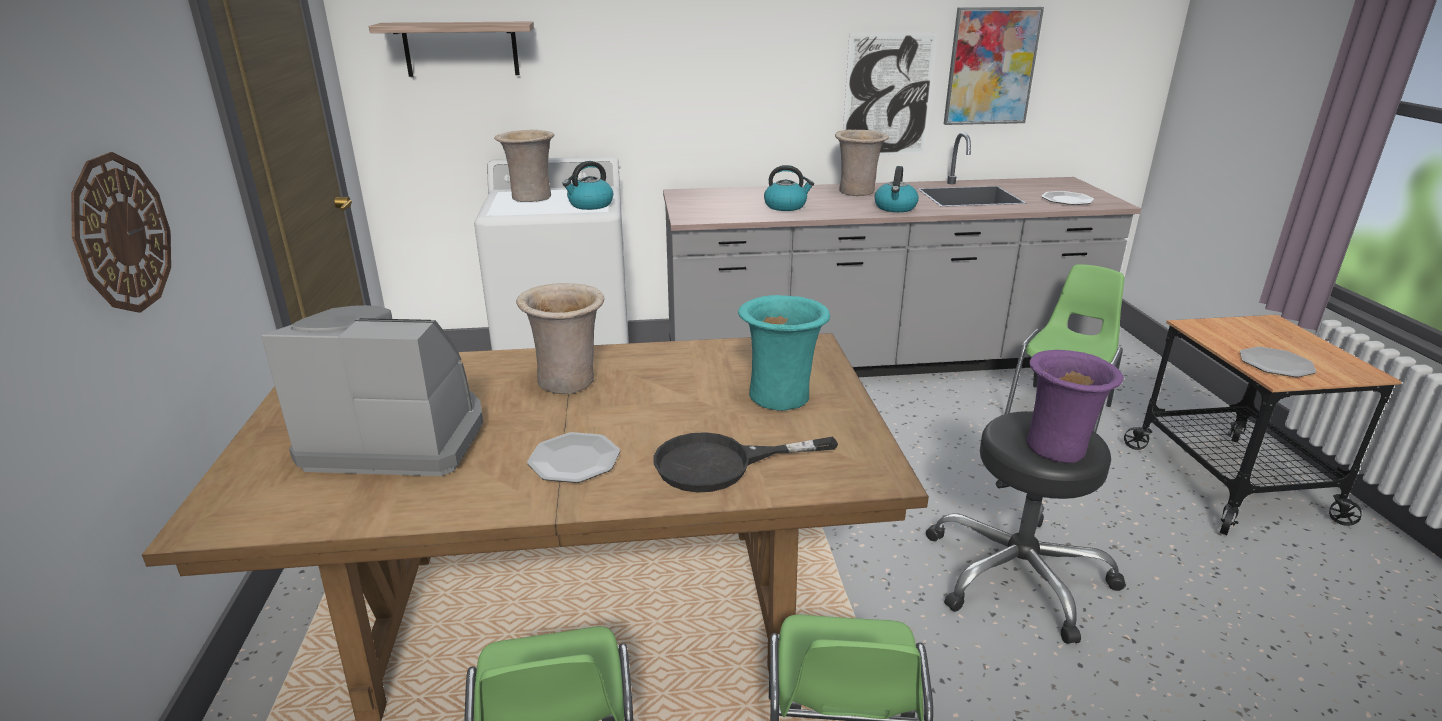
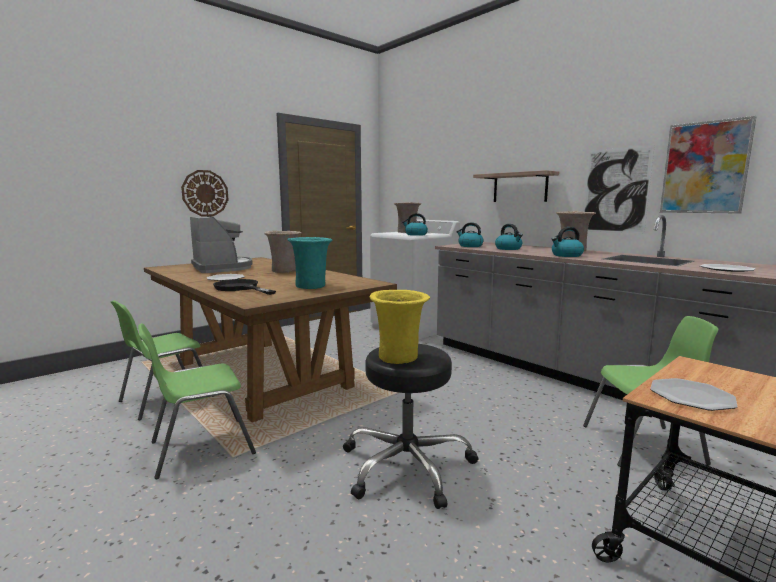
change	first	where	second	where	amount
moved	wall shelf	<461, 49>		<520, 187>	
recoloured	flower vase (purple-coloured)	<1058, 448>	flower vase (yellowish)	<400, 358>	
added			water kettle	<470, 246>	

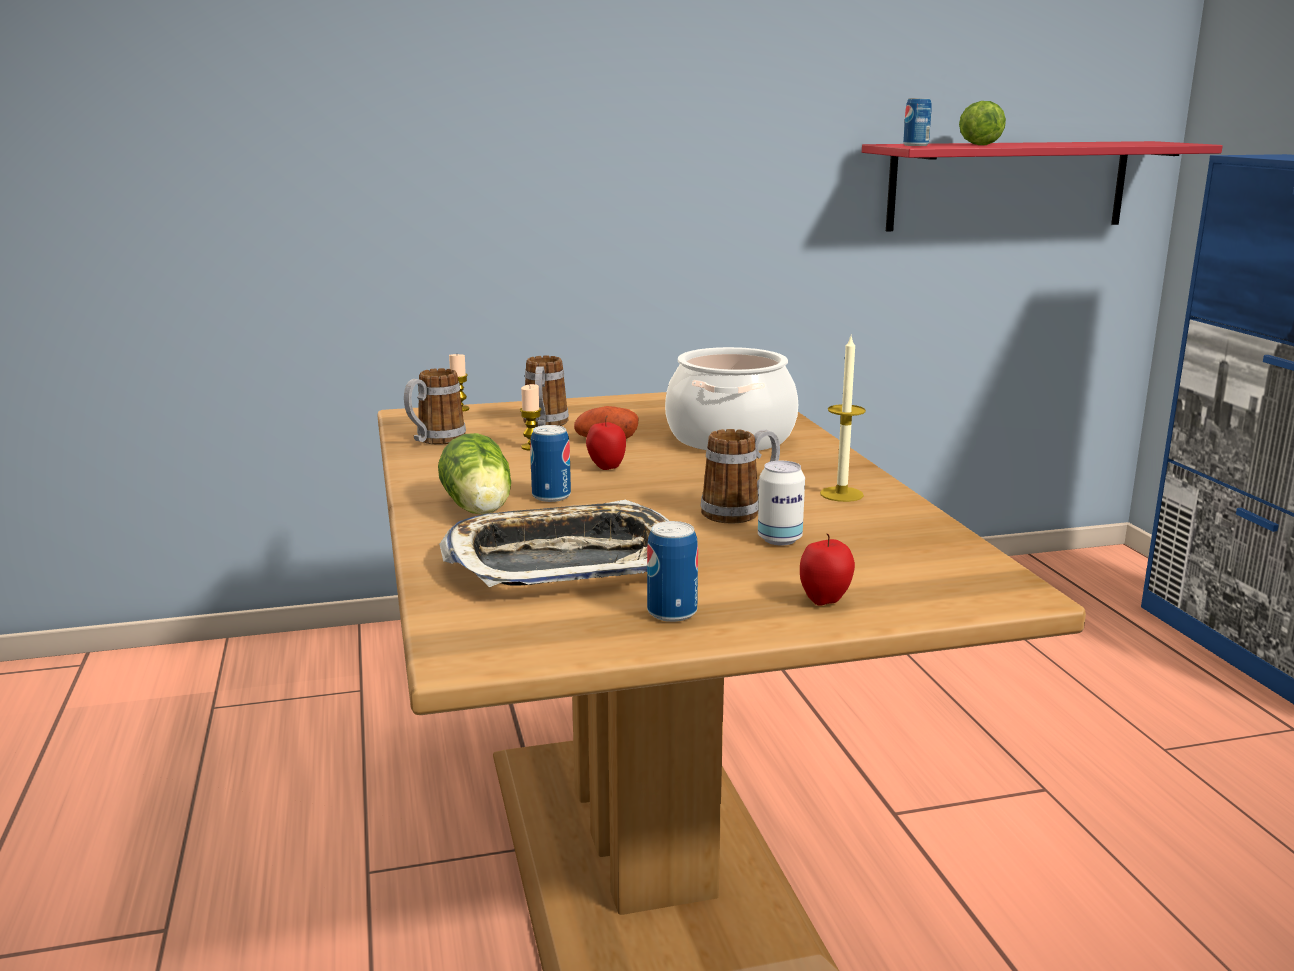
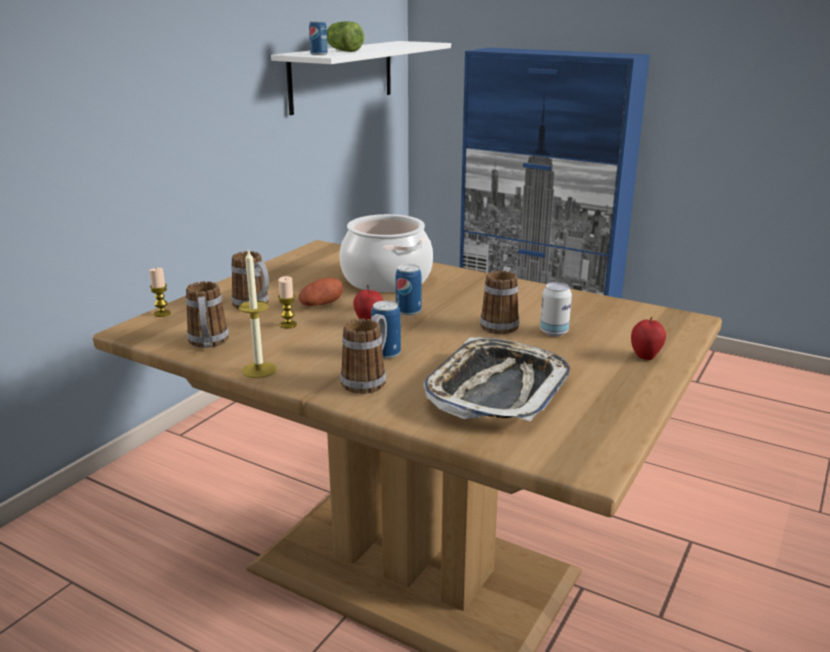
change	first	where	second	where	amount
replaced	lettuce	<479, 510>	tea mug	<368, 379>	
moved	can	<672, 612>		<408, 311>	
moved	candle	<841, 494>		<259, 370>	
recoloured	wall shelf (red)	<1008, 185>	wall shelf (white-coloured)	<342, 75>	

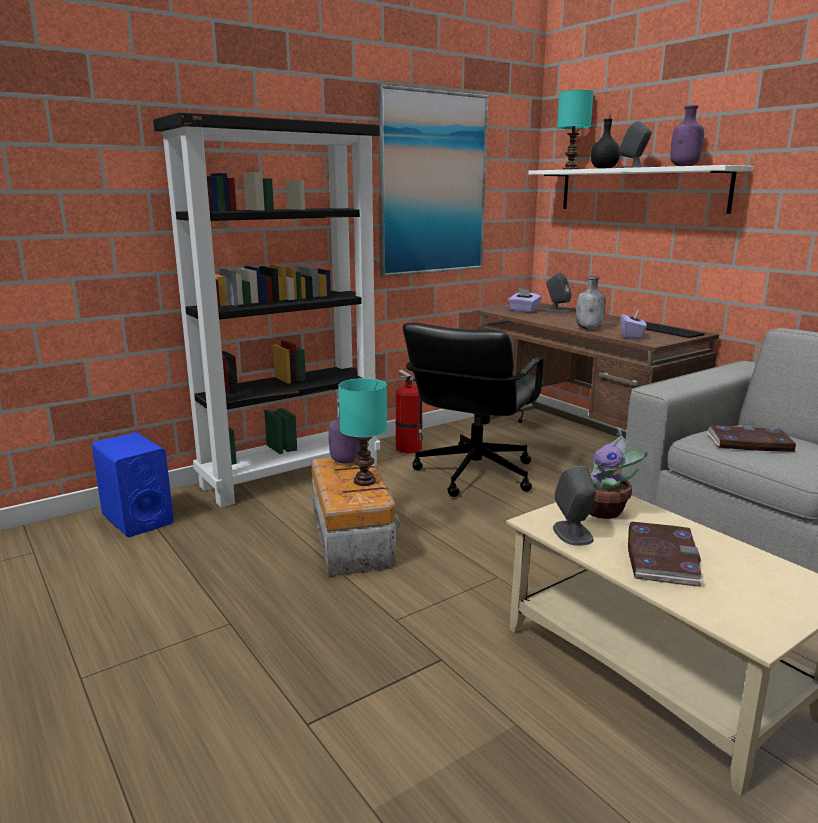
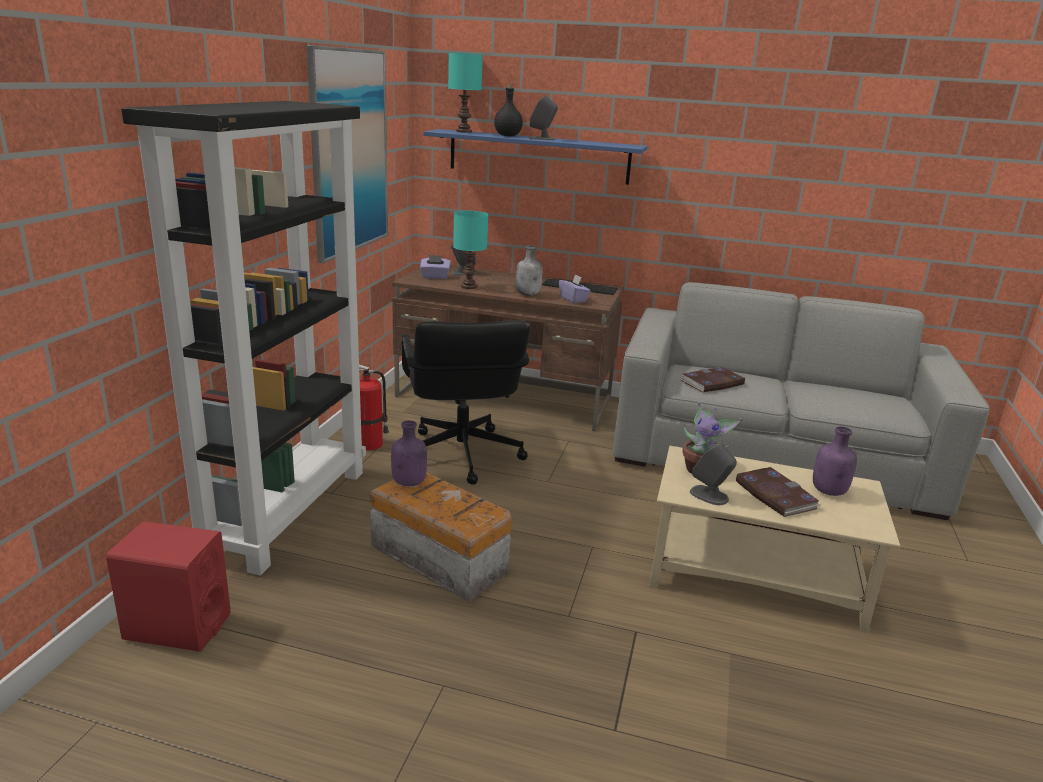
change	first	where	second	where	amount
recoloured	loudspeaker (blue)	<137, 519>	loudspeaker (red)	<177, 627>	
moved	tabletop lamp (blue-green)	<364, 481>		<468, 286>	
recoloured	wall shelf (white-coloured)	<640, 190>	wall shelf (blue)	<538, 156>	
moved	drink bottle (purple-coloured)	<685, 166>		<829, 491>	

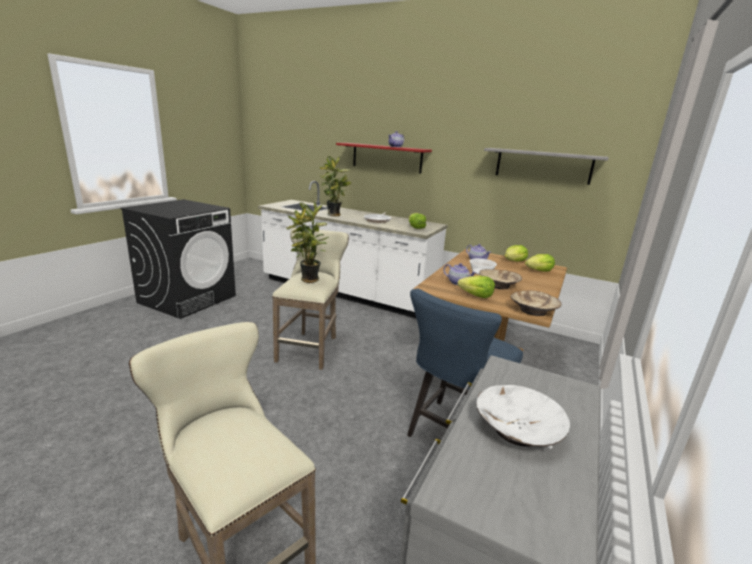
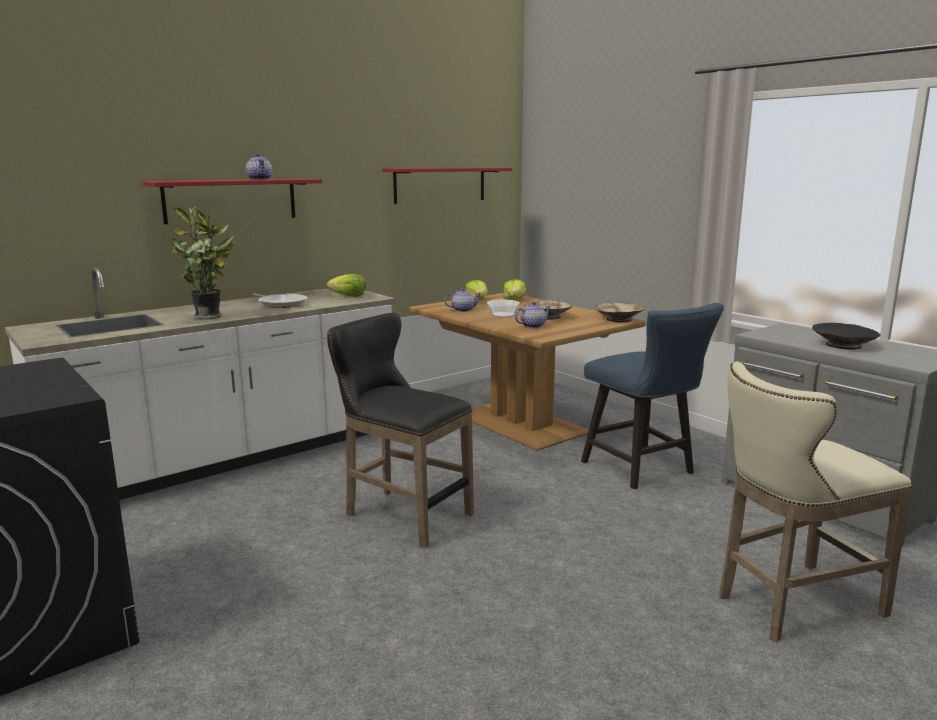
change	first	where	second	where	amount
recoloured	stool seat (beige)	<311, 347>	stool seat (black-coloured)	<401, 514>	
removed	potted plant	<308, 280>			
removed	lettuce	<476, 296>			
recoloured	deep dish (white-coloured)	<517, 429>	deep dish (black-coloured)	<843, 345>	
recoloured	wall shelf (greyish)	<543, 166>	wall shelf (red)	<440, 184>	

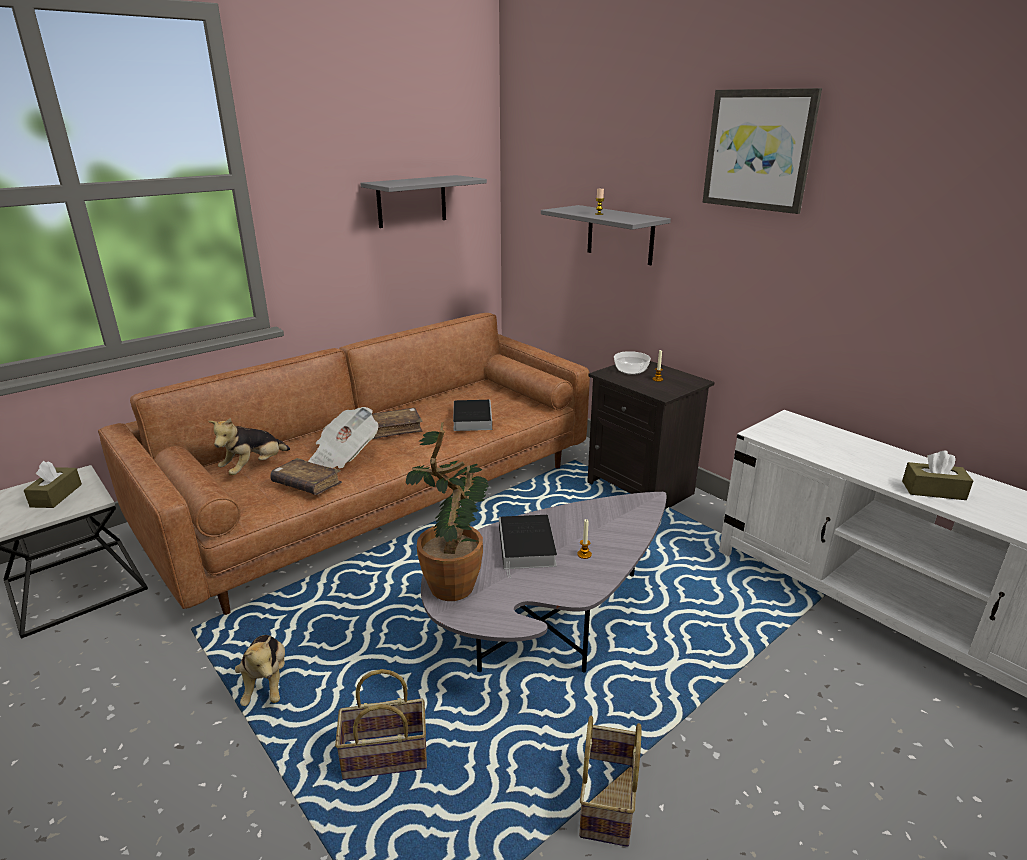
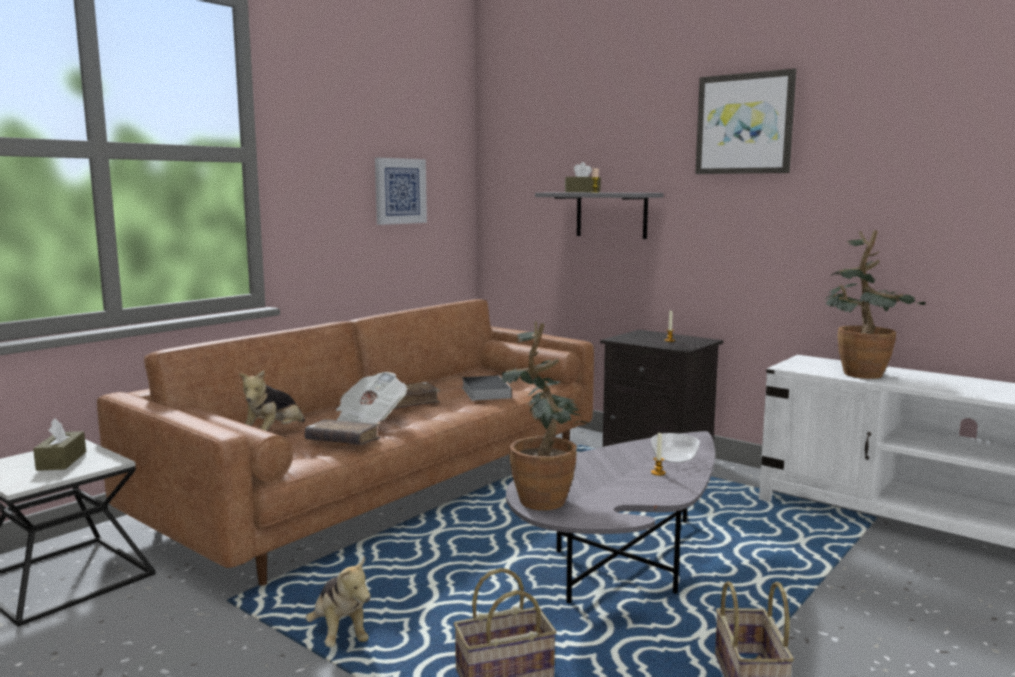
change	first	where	second	where	amount
replaced	wall shelf (greyish)	<411, 201>	picture	<400, 191>	
removed	volume	<527, 547>			
moved	deep dish	<631, 370>		<675, 458>	
moved	tissue box (brown)	<933, 490>		<582, 192>	
added			potted plant	<859, 372>	

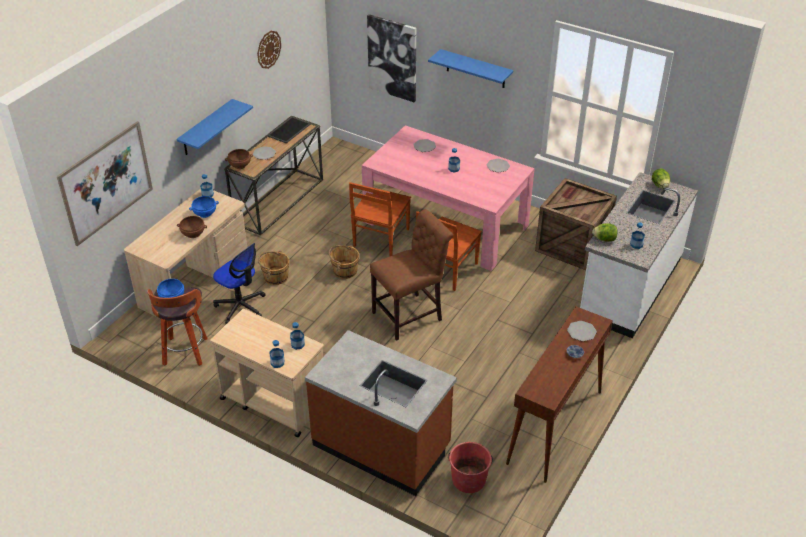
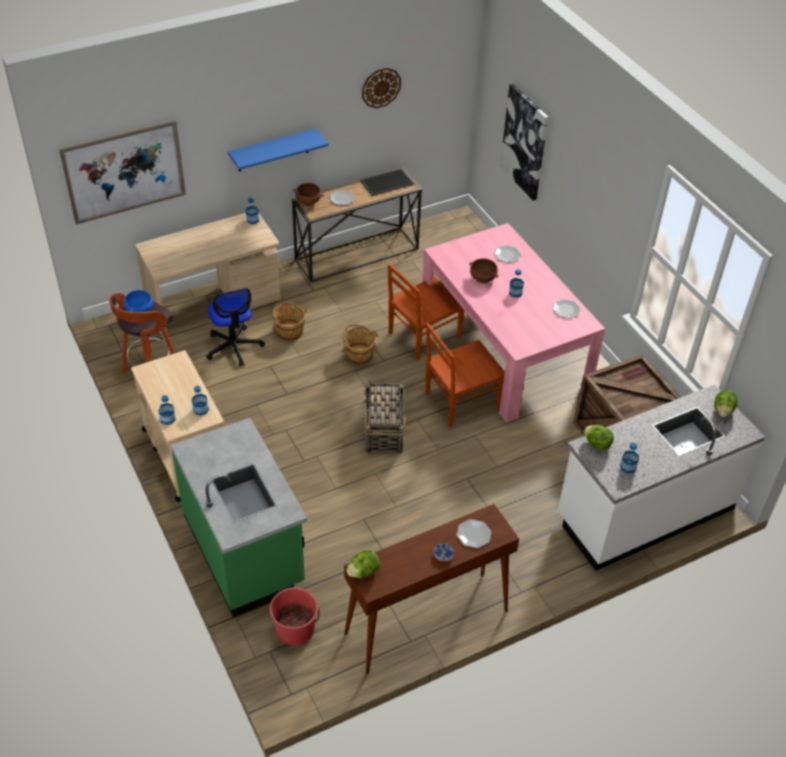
change	first	where	second	where	amount
moved	deep dish (brown)	<193, 233>		<483, 278>	
removed	deep dish (blue)	<205, 213>			
recoloured	counter (brown)	<382, 445>	counter (green)	<245, 550>	
replaced	chair (brown)	<410, 315>	storage basket	<383, 431>	
removed	wall shelf (blue)	<475, 69>			
added			lettuce	<363, 571>	

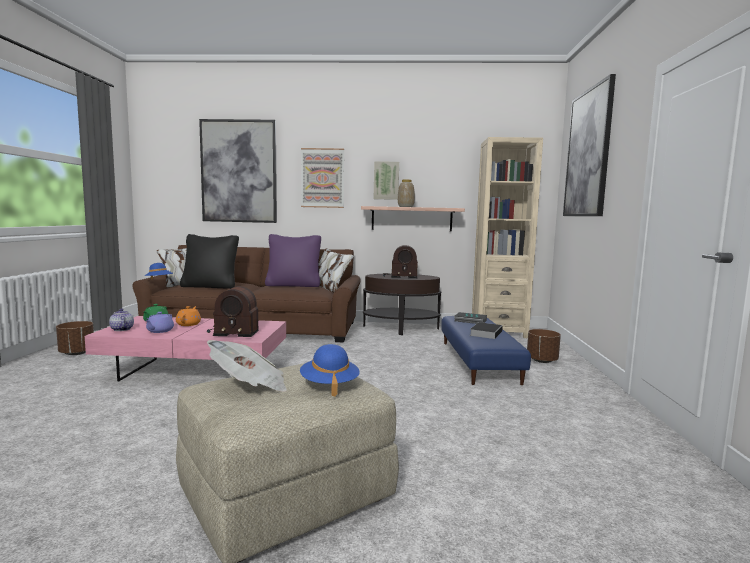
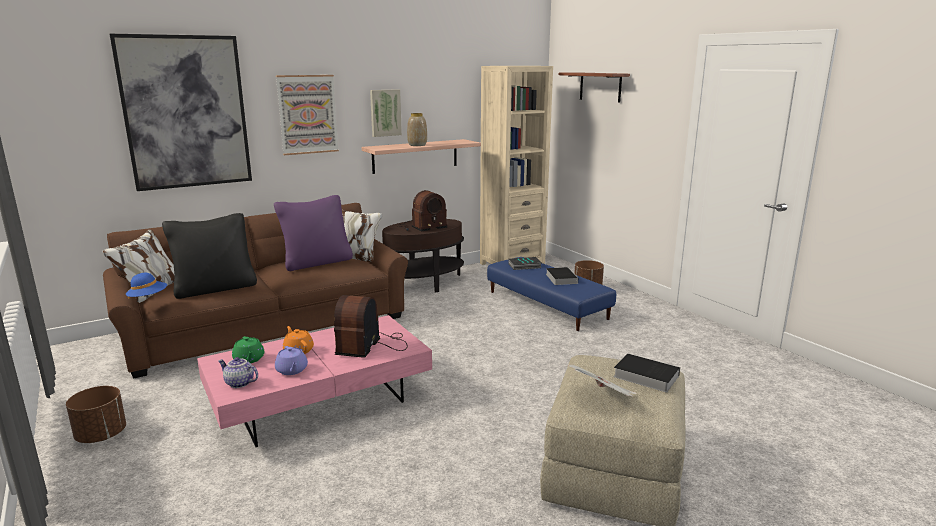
change	first	where	second	where	amount
turned	radio	<233, 331>		<371, 345>	135 degrees clockwise
replaced	hat (blue)	<329, 385>	volume	<643, 376>	
replaced	picture	<588, 153>	wall shelf	<600, 87>	

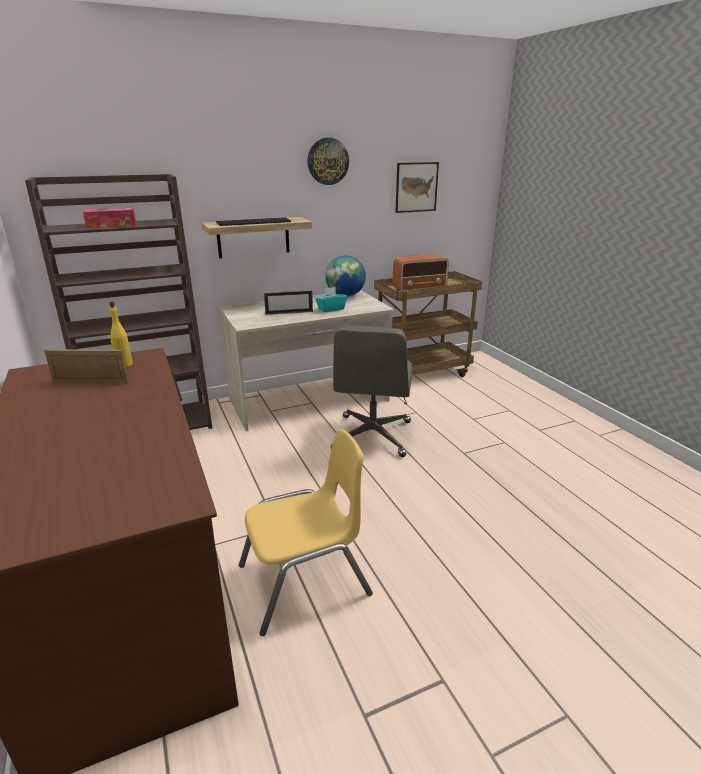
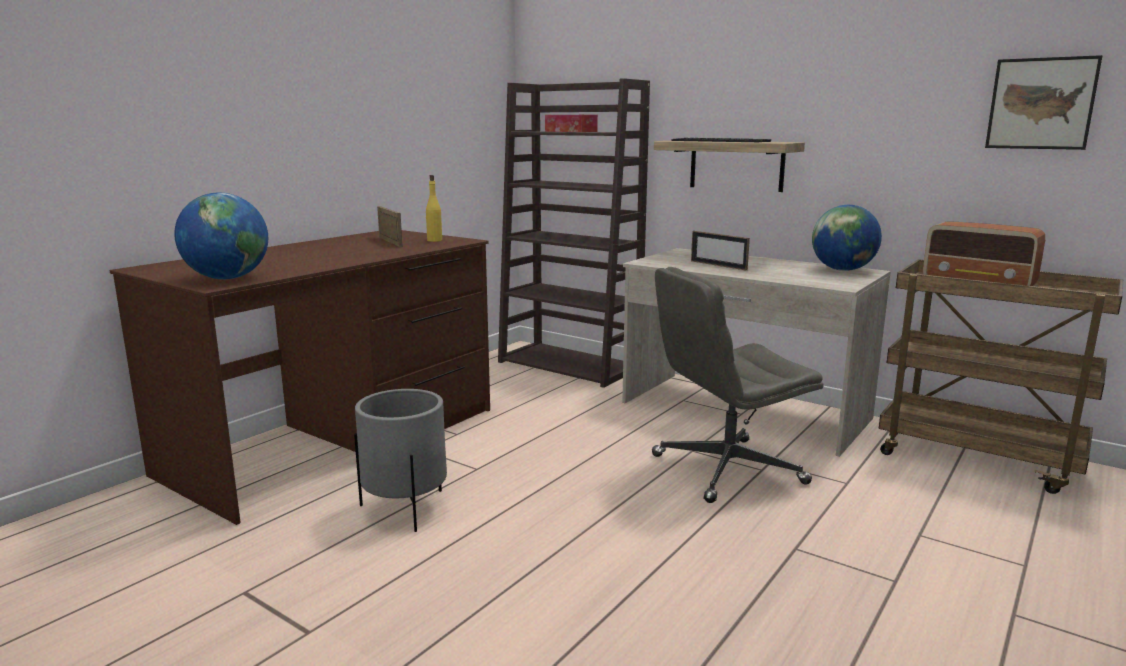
change	first	where	second	where	amount
replaced	chair (yellowish)	<305, 581>	planter (greyish)	<406, 508>	
removed	wall clock	<327, 161>			
removed	tissue box (blue-green)	<331, 309>			
added			desk globe	<227, 278>	

